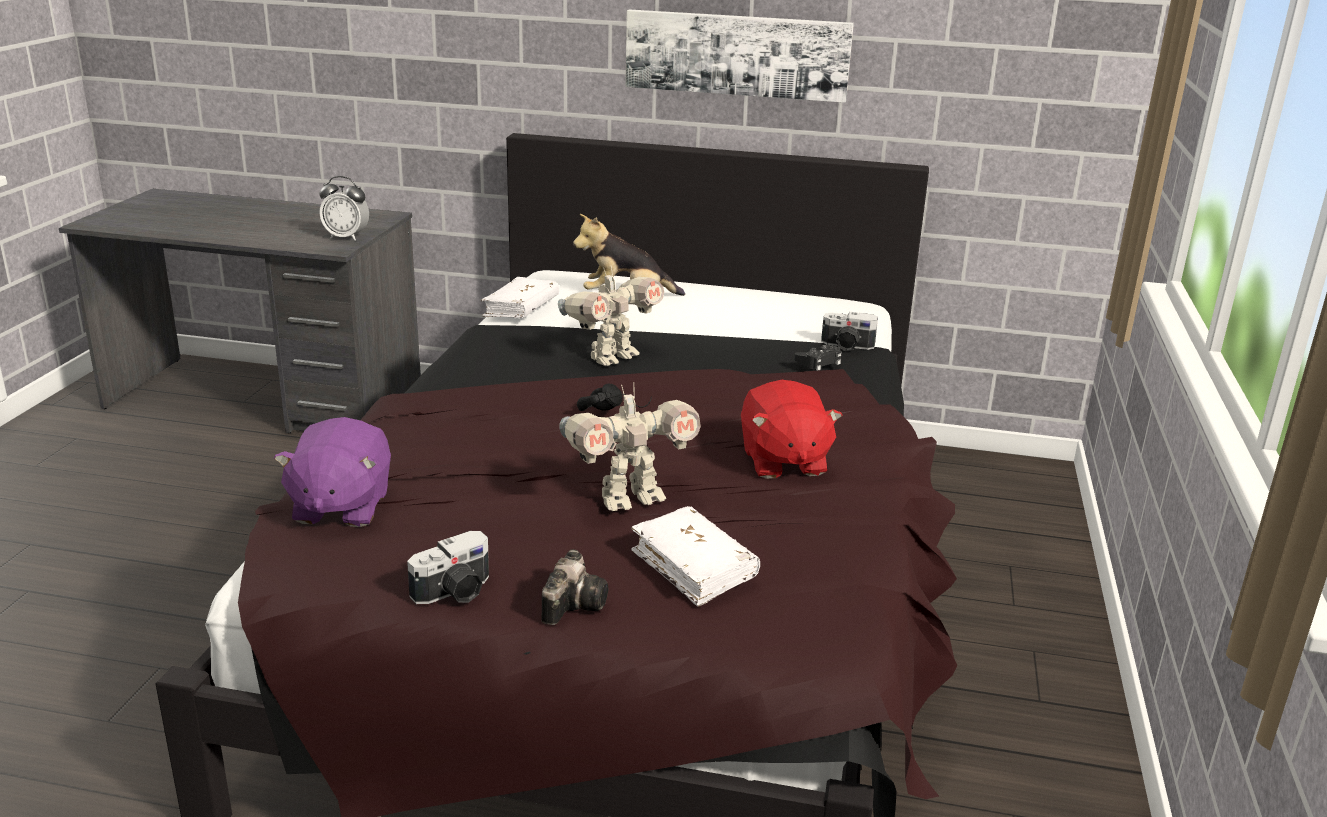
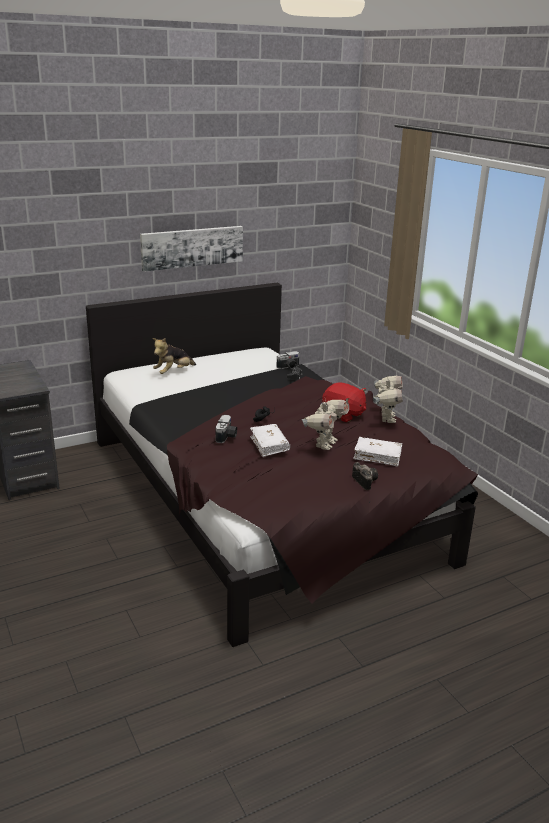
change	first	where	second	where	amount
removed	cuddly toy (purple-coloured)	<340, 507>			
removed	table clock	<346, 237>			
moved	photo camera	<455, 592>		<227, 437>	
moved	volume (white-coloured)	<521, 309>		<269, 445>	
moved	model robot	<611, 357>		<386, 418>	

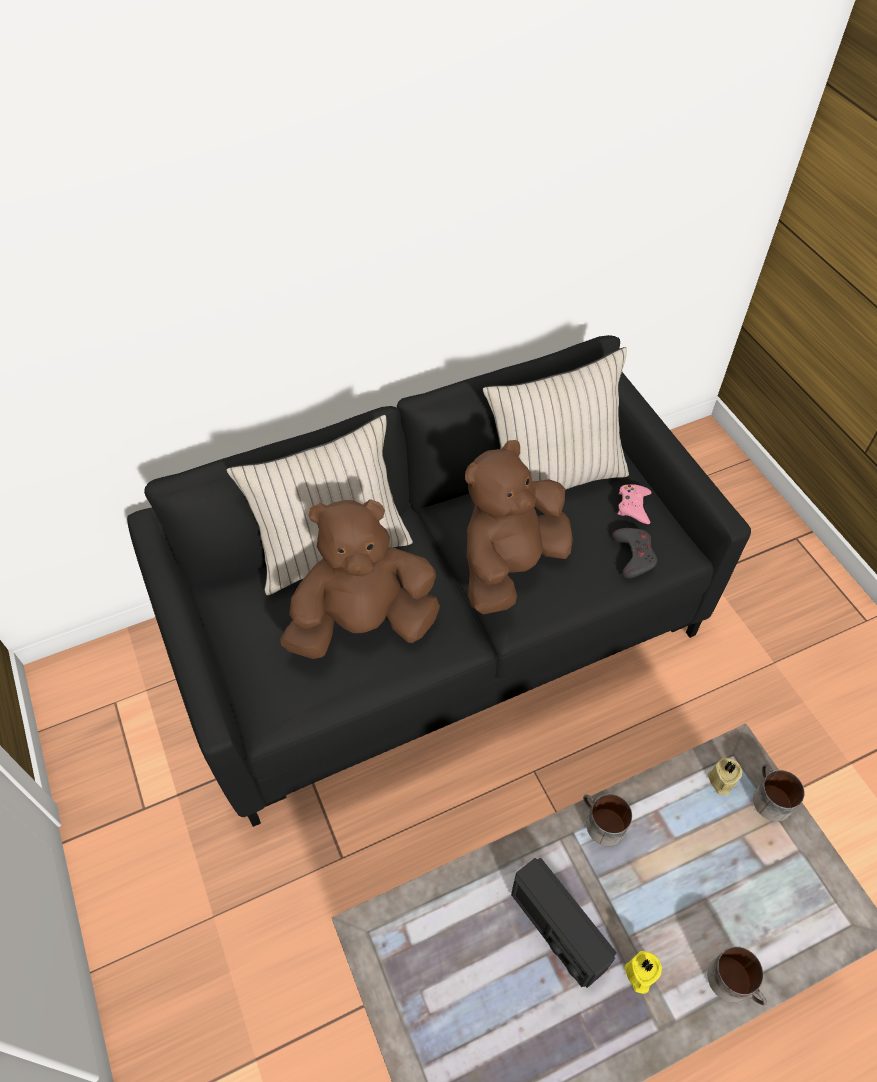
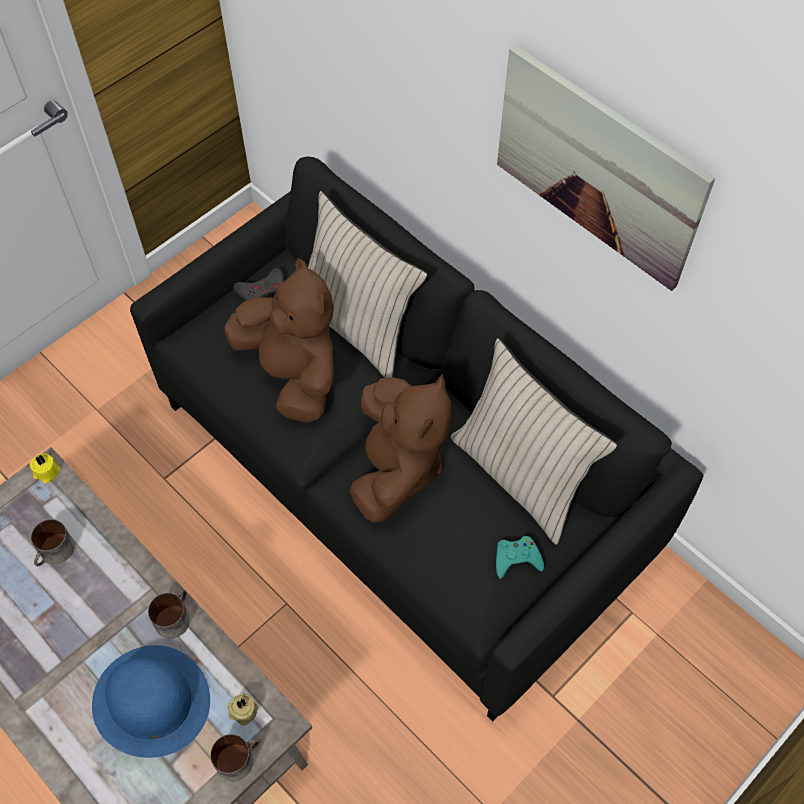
change	first	where	second	where	amount
turned	cuddly toy (brown)	<510, 565>		<396, 467>	75 degrees clockwise
removed	radio	<556, 930>			
moved	joypad (greyish)	<634, 555>		<262, 290>	
recoloured	joypad (pinkish)	<633, 506>	joypad (blue-green)	<517, 559>	
moved	candle (yellowish)	<640, 974>		<46, 472>	
moved	tea mug	<735, 982>		<55, 553>	
added			hat (blue)	<150, 701>	
added			picture	<597, 168>	

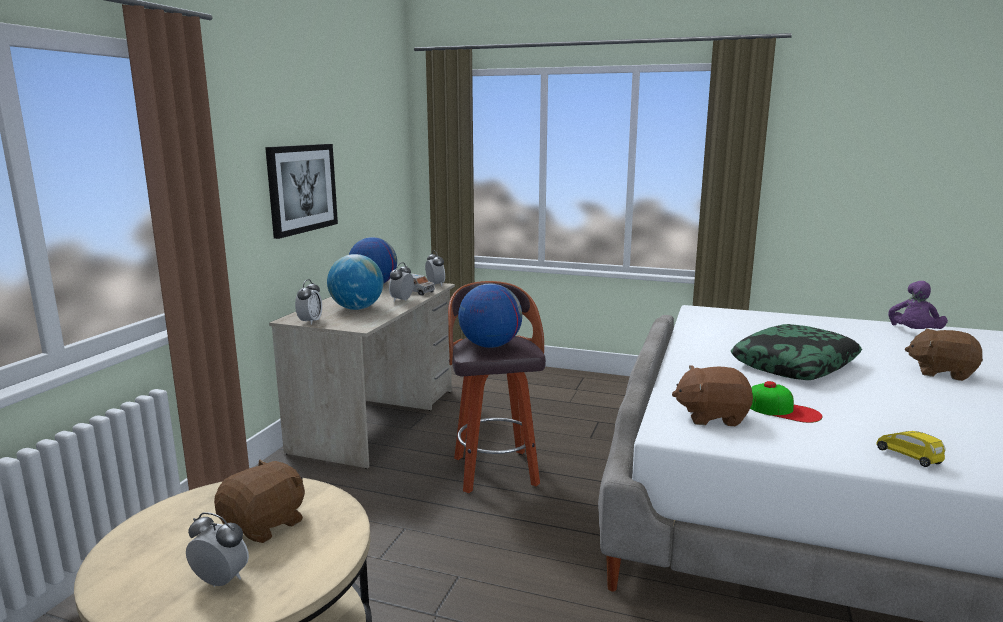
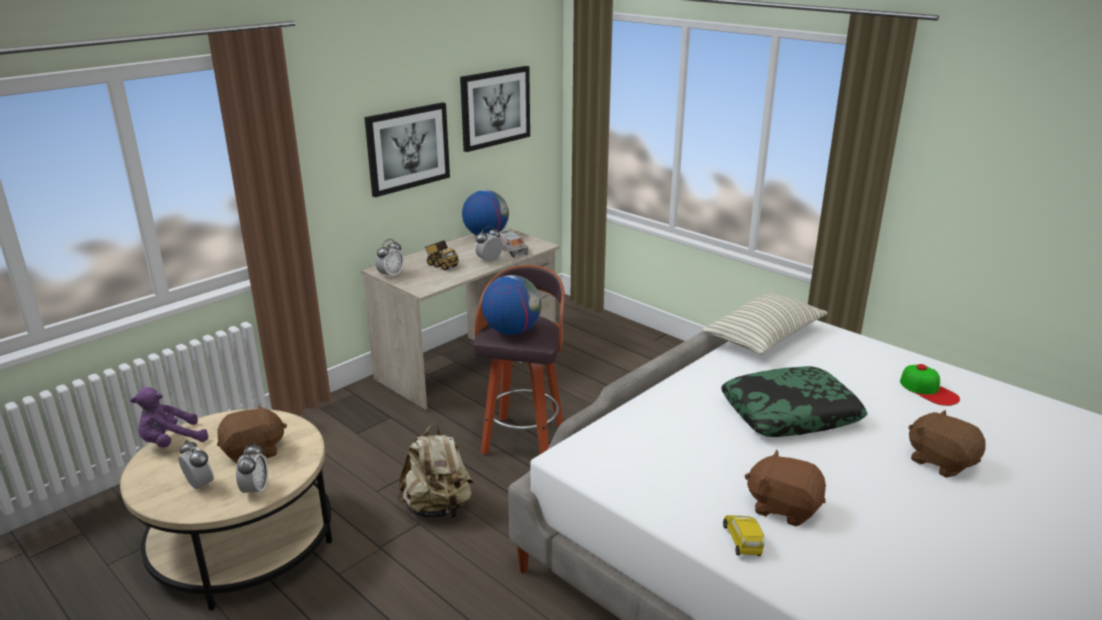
change	first	where	second	where	amount
replaced	desk globe	<356, 308>	model truck	<441, 265>	
moved	table clock	<435, 285>		<255, 490>	
moved	cuddly toy (brown)	<711, 416>		<783, 507>	
moved	baseball cap	<783, 410>		<929, 390>	
moved	cuddly toy (purple-coloured)	<913, 333>		<171, 442>	
added			backpack (beige)	<438, 508>	
added			picture	<495, 107>	
added			cushion	<763, 338>	

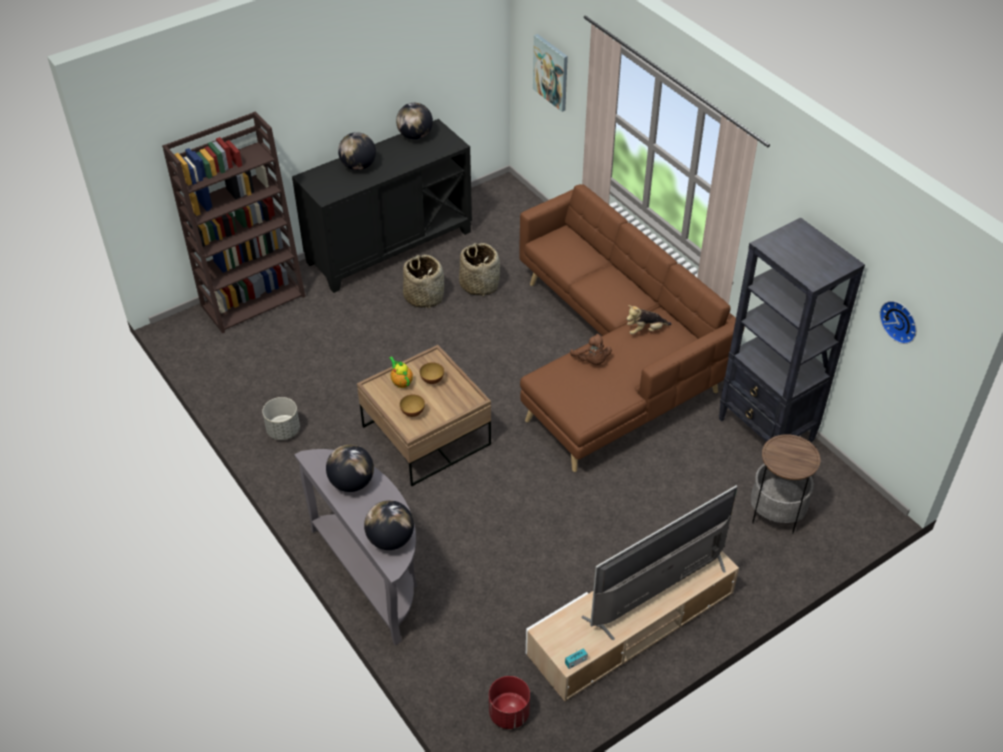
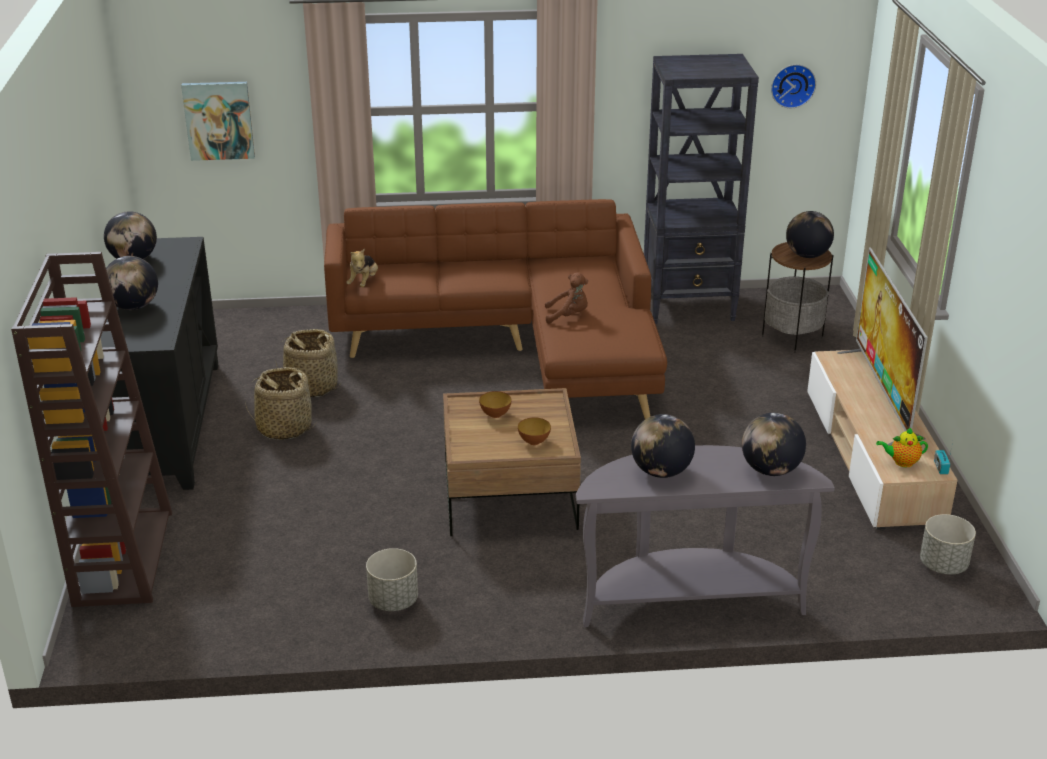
change	first	where	second	where	amount
moved	teapot	<401, 382>		<901, 462>	
recoloured	planter (red)	<508, 713>	planter (greyish)	<943, 565>	
moved	cuddly toy	<645, 330>		<364, 282>	
added			desk globe	<807, 255>	

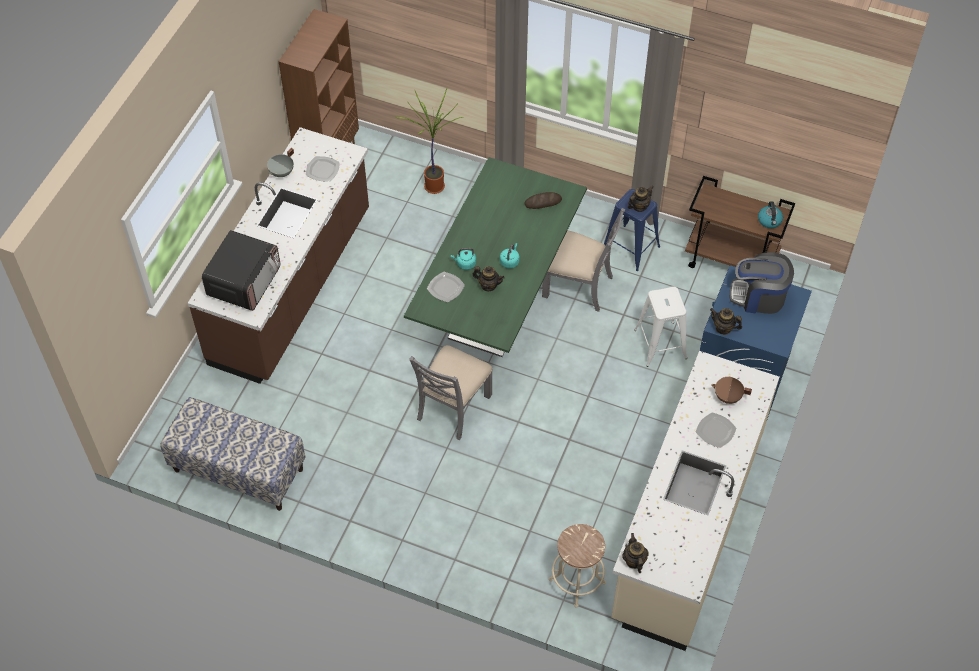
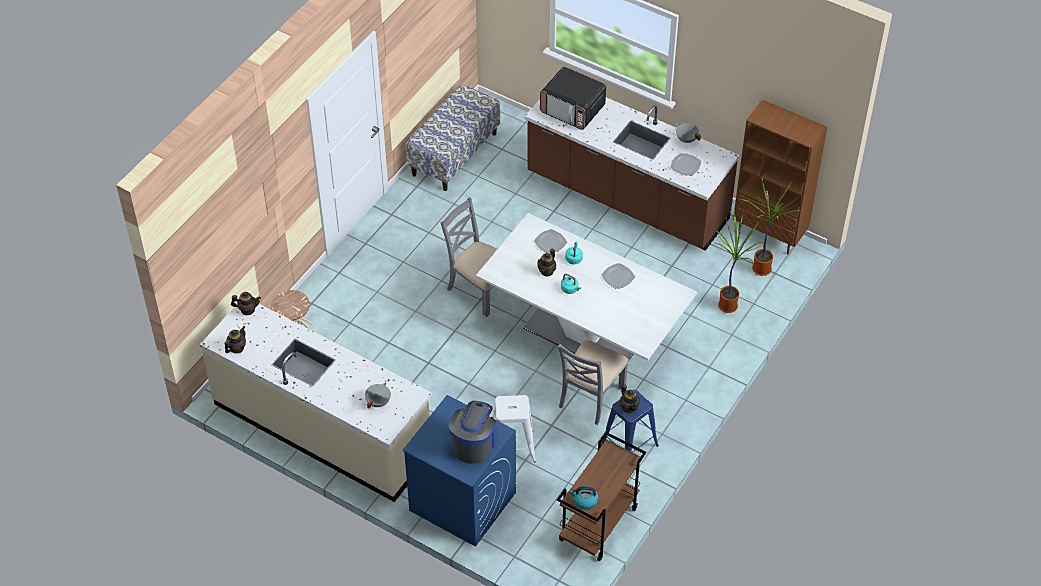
change	first	where	second	where	amount
recoloured	dinner table (green)	<497, 302>	dinner table (white-coloured)	<583, 334>	
removed	bakery bread	<543, 202>			
moved	flat dish	<715, 431>		<618, 276>	
moved	teapot	<723, 328>		<236, 348>	
recoloured	saucepot (brown)	<727, 397>	saucepot (greyish)	<377, 402>	
added			potted plant	<760, 269>	

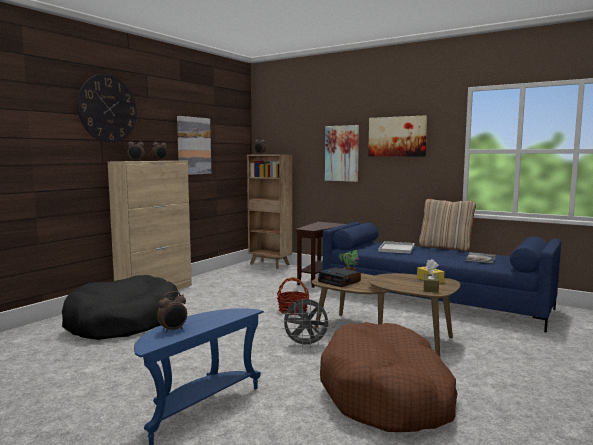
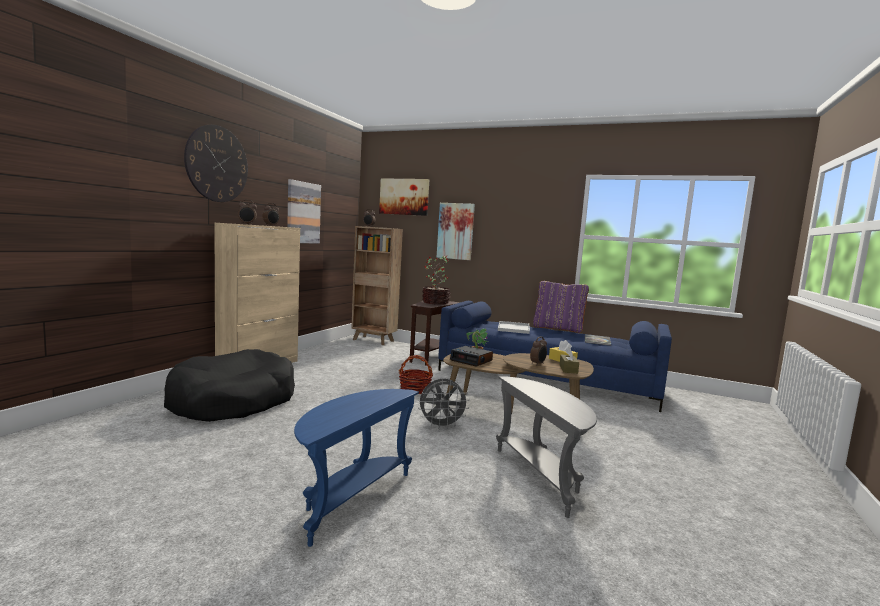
change	first	where	second	where	amount
moved	table clock	<173, 330>		<538, 364>	
replaced	pet bed (brown)	<387, 394>	side table (greyish)	<542, 477>	
moved	picture	<397, 136>		<404, 197>	
recoloured	cushion (beige)	<445, 247>	cushion (purple-coloured)	<558, 329>	
added			potted plant	<436, 302>	

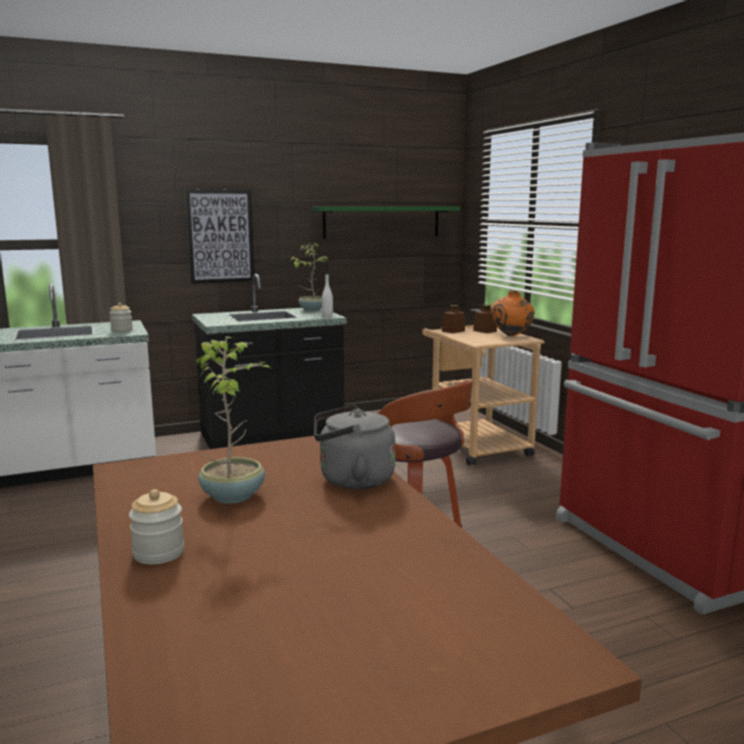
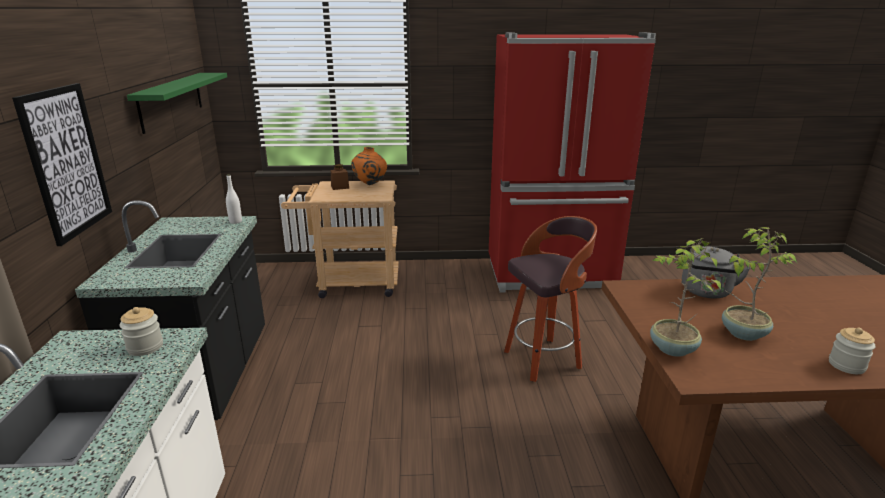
change	first	where	second	where	amount
moved	potted plant	<311, 310>		<672, 349>	
removed	storage jar (brown)	<453, 331>			

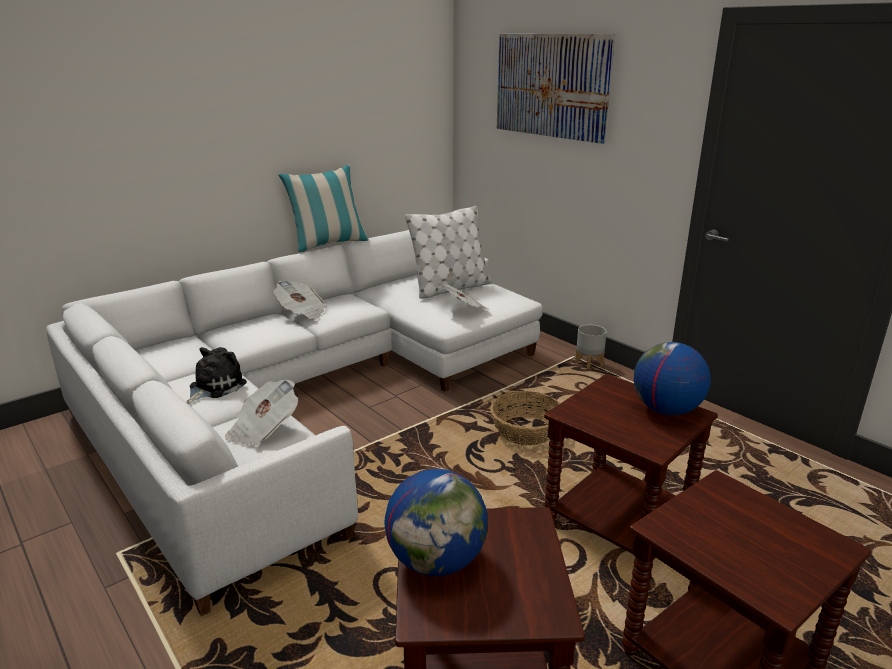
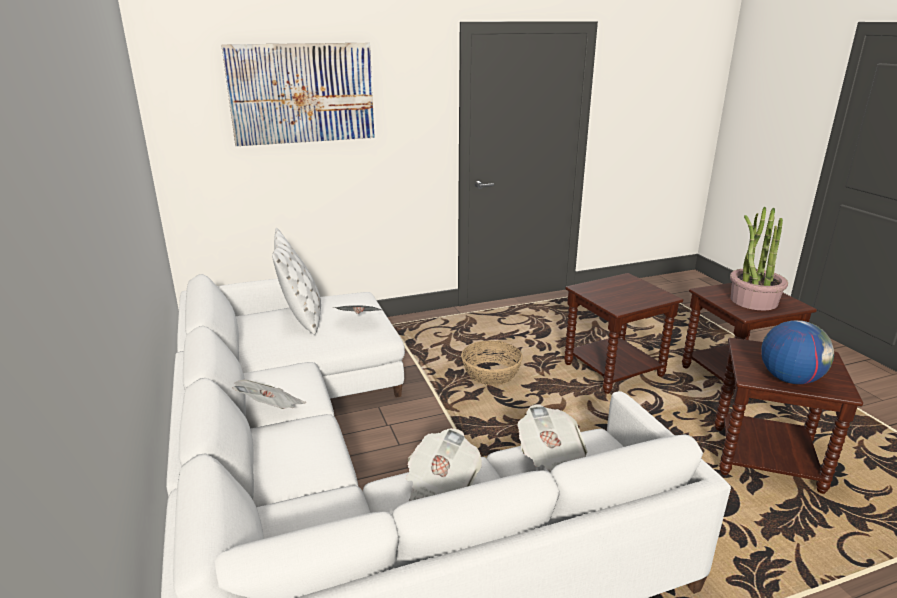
change	first	where	second	where	amount
replaced	cuddly toy	<214, 387>	newspaper	<440, 488>	
removed	cushion	<328, 244>			
removed	planter (greyish)	<589, 364>			
removed	desk globe	<666, 410>			
added			potted plant	<753, 301>	

